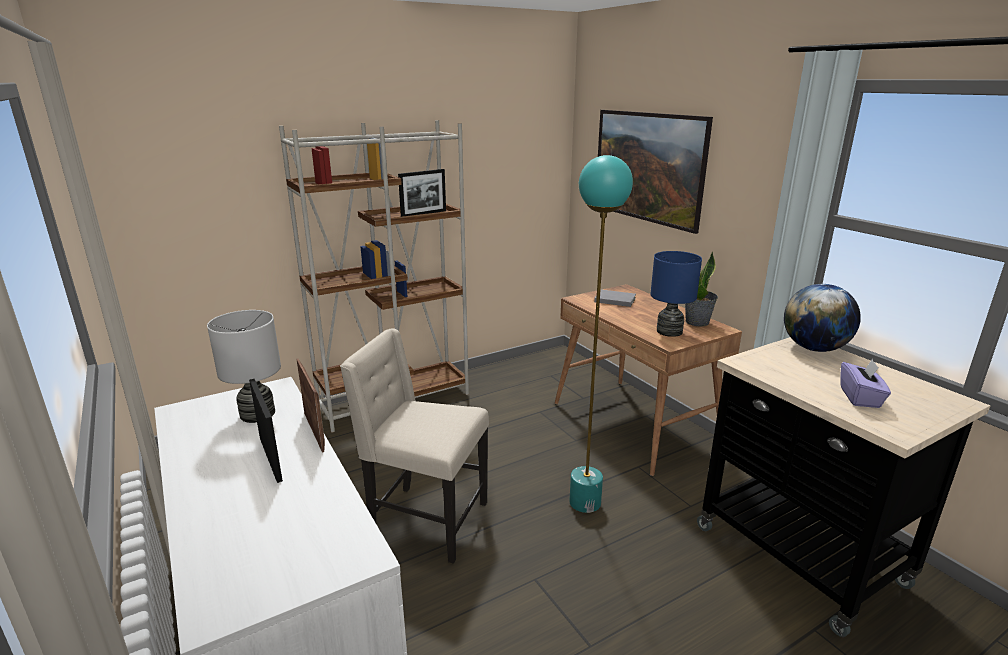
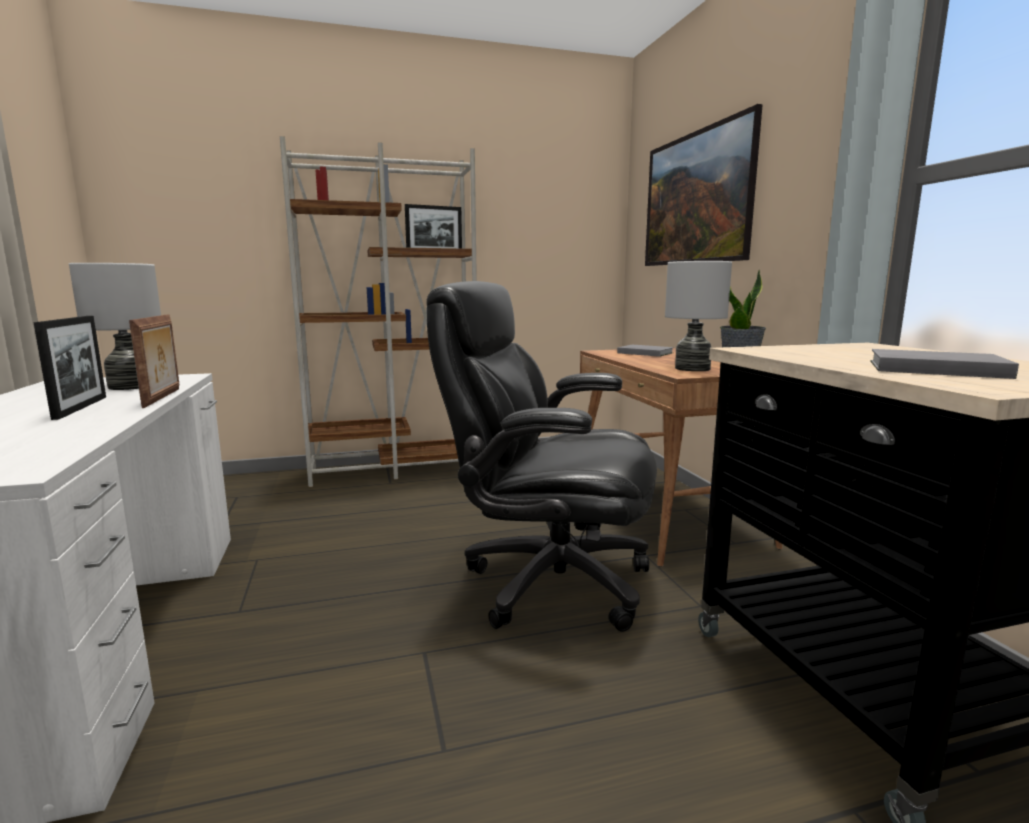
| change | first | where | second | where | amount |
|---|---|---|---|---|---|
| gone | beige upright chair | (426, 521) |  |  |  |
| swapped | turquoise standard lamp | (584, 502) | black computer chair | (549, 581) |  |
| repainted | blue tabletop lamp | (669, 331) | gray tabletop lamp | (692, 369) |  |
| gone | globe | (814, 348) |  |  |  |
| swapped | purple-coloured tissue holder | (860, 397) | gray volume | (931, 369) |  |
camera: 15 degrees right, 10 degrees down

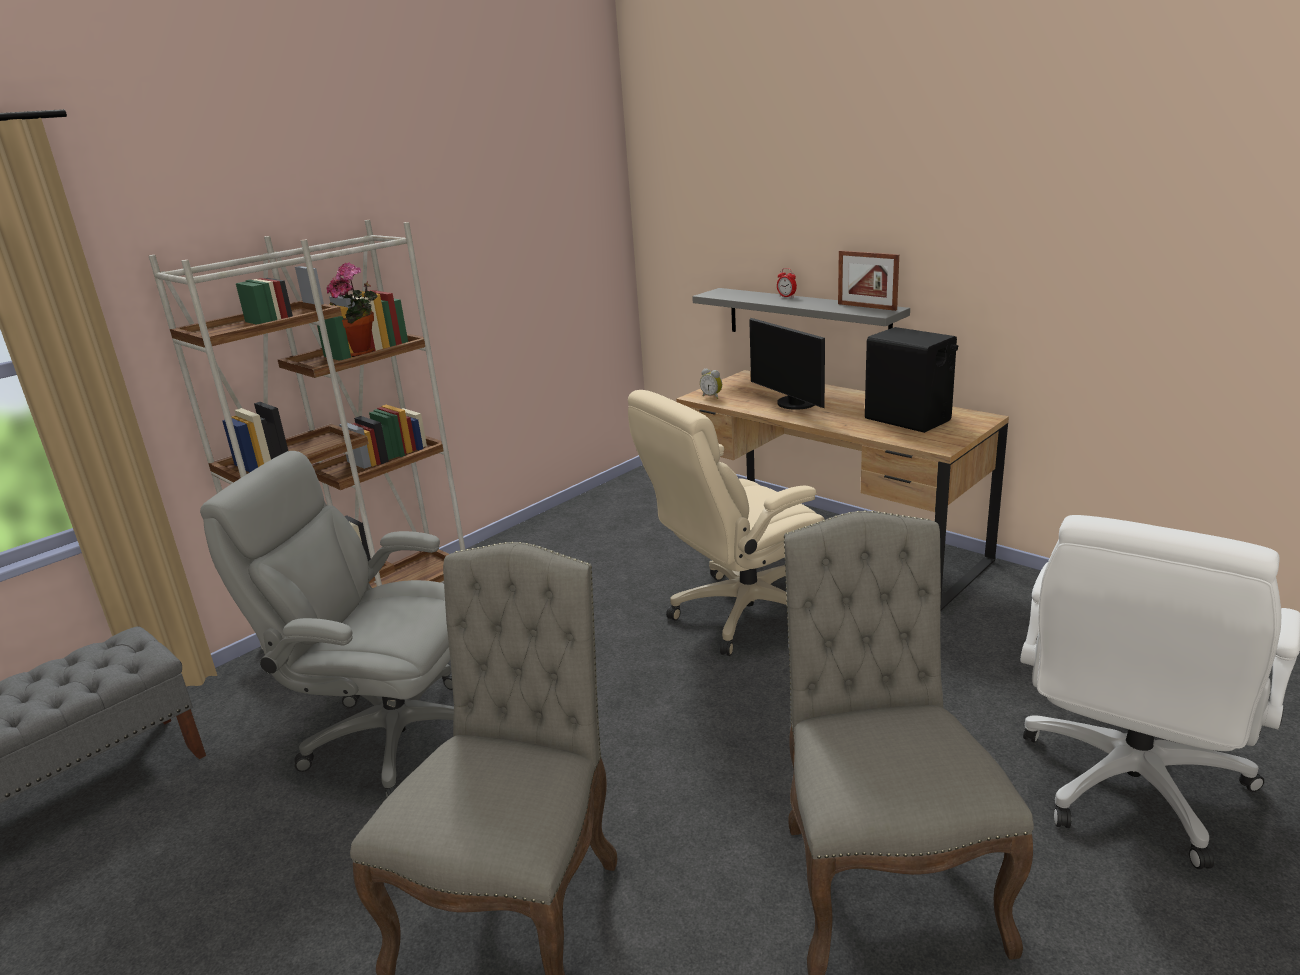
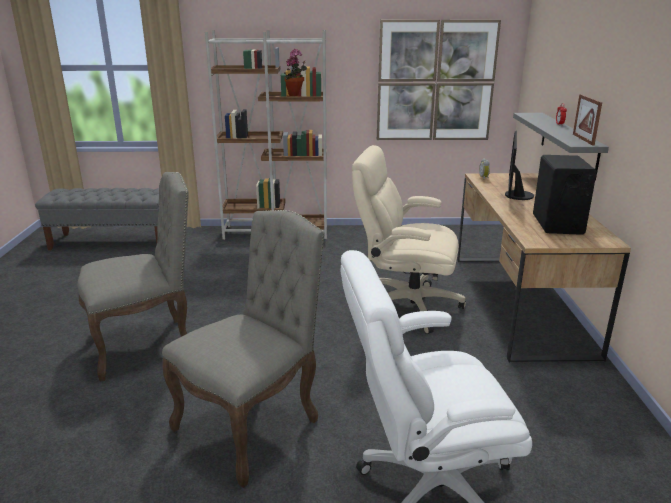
| change | first | where | second | where | amount |
|---|---|---|---|---|---|
| gone | gray computer chair | (388, 735) |  |  |  |
| new |  |  | picture | (435, 81) |  |
camera: 45 degrees right, 0 degrees up

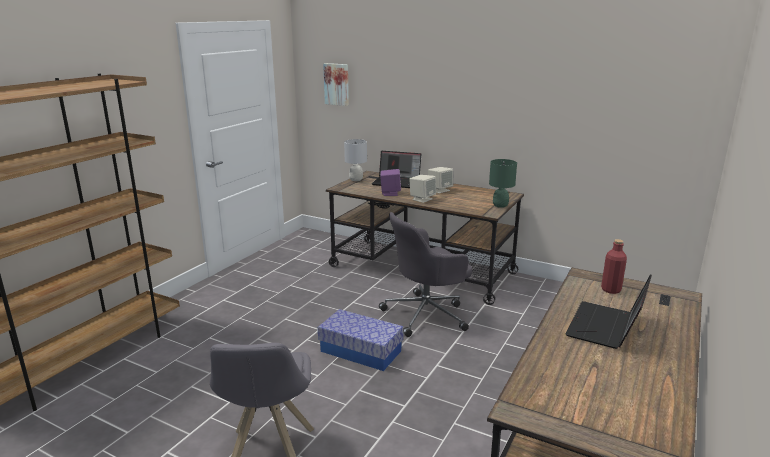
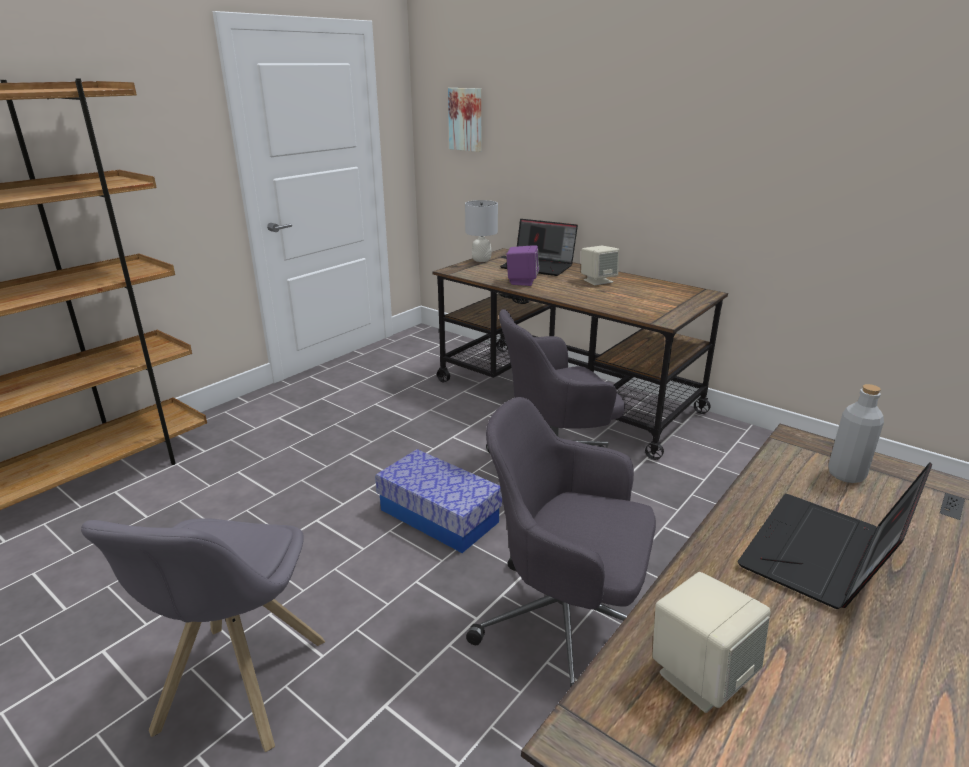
| change | first | where | second | where | amount |
|---|---|---|---|---|---|
| shifted | beige loudspeaker | (422, 199) |  | (700, 675) |  |
| gone | green tabletop lamp | (500, 206) |  |  |  |
| repainted | reddish bottle | (611, 290) | gray bottle | (846, 474) |  |
| new |  |  | gray computer chair | (565, 623) |  |
camera: 10 degrees right, 5 degrees up

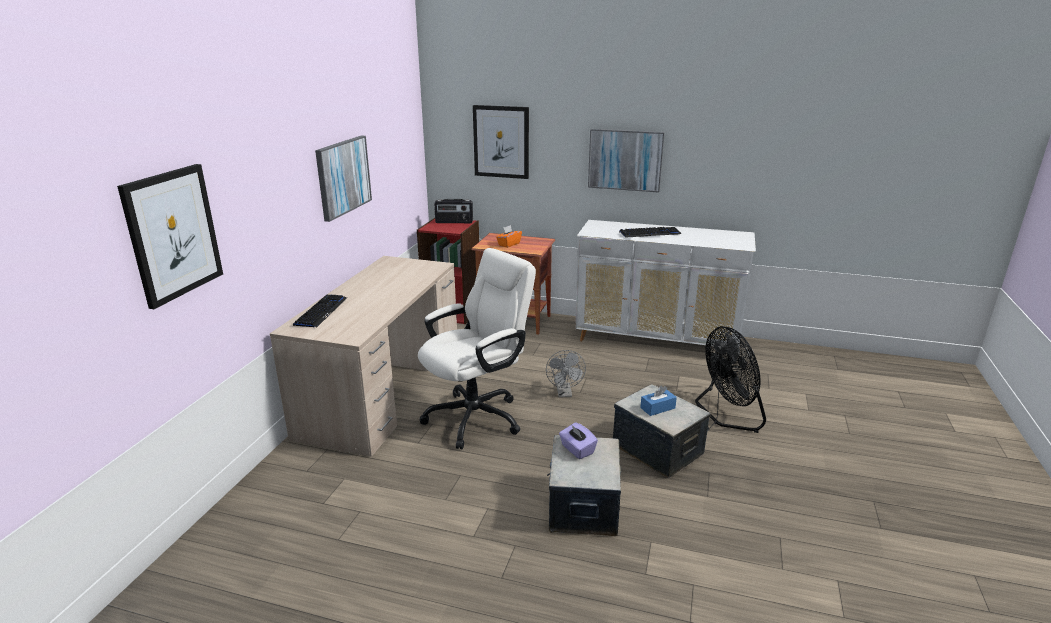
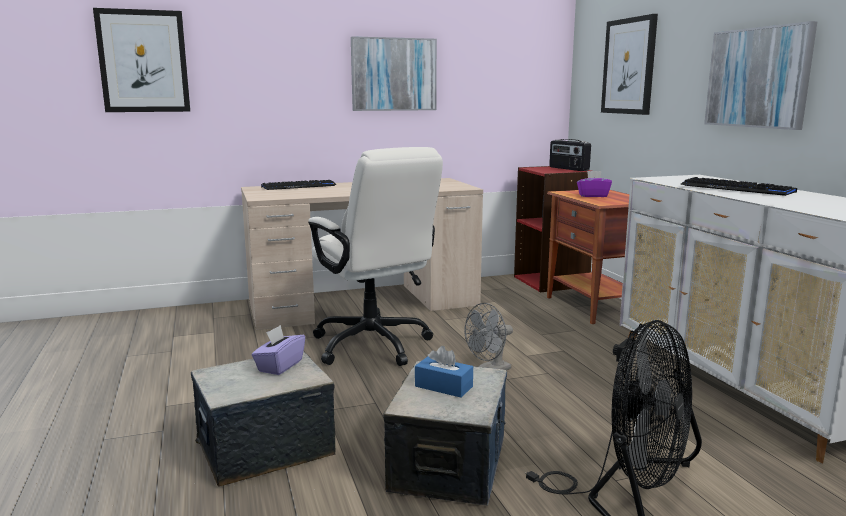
| change | first | where | second | where | amount |
|---|---|---|---|---|---|
| rotated | whitish computer chair | (477, 417) |  | (375, 347) | 45 degrees clockwise |
| repainted | orangey tissue holder | (509, 244) | purple-coloured tissue holder | (593, 195) |  |
camera: 55 degrees right, 10 degrees down

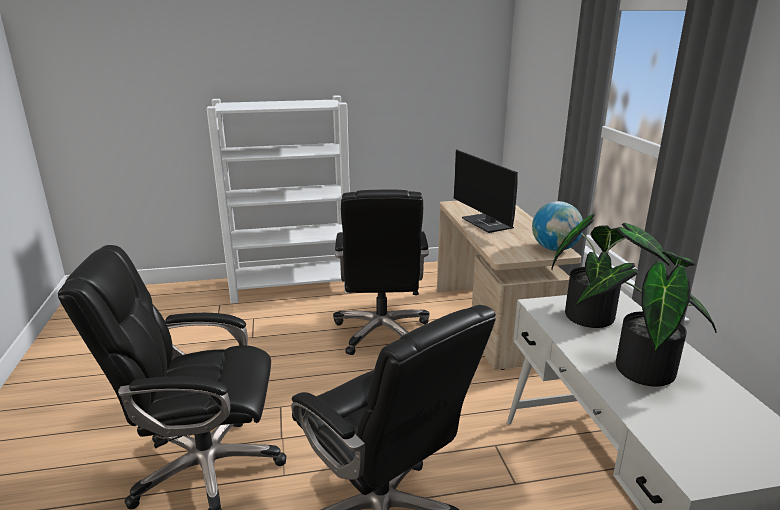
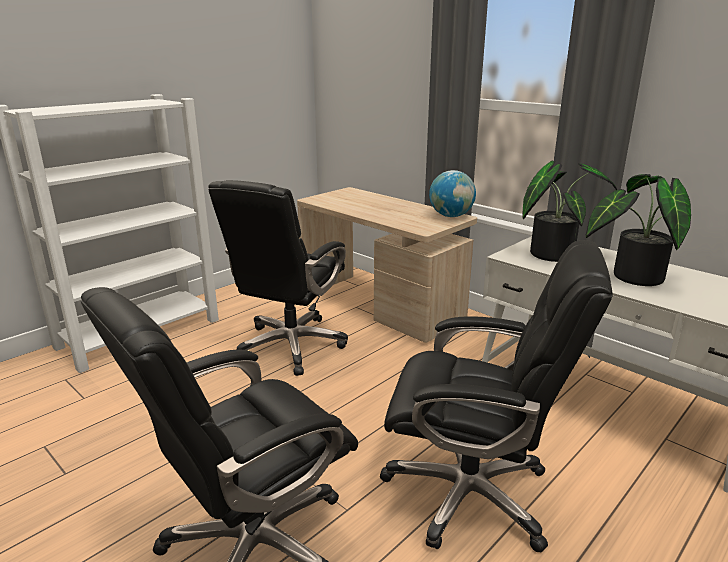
| change | first | where | second | where | amount |
|---|---|---|---|---|---|
| rotated | black computer chair | (381, 331) |  | (290, 345) | 60 degrees clockwise |
| gone | computer screen | (487, 224) |  |  |  |
camera: 35 degrees left, 0 degrees up

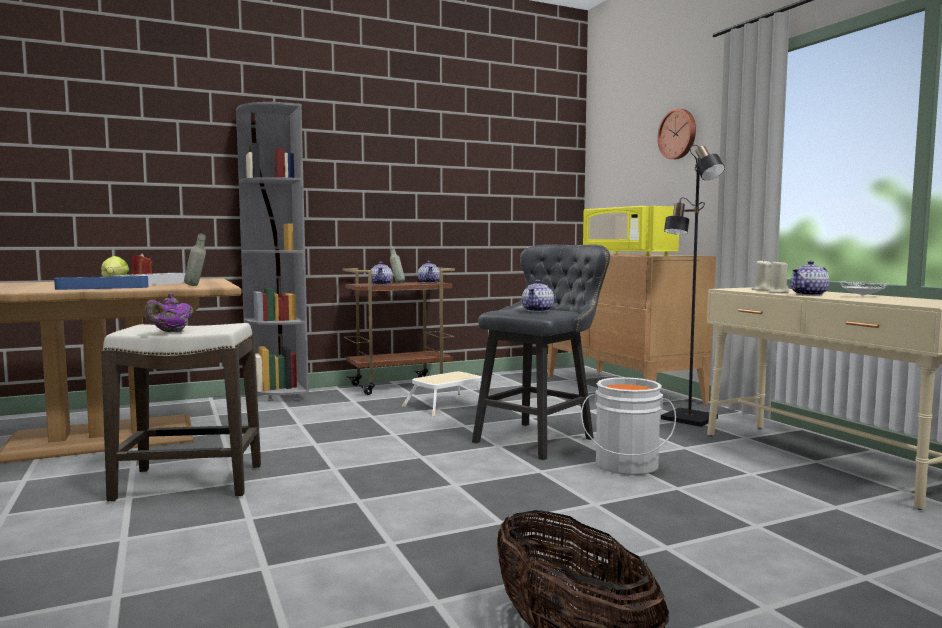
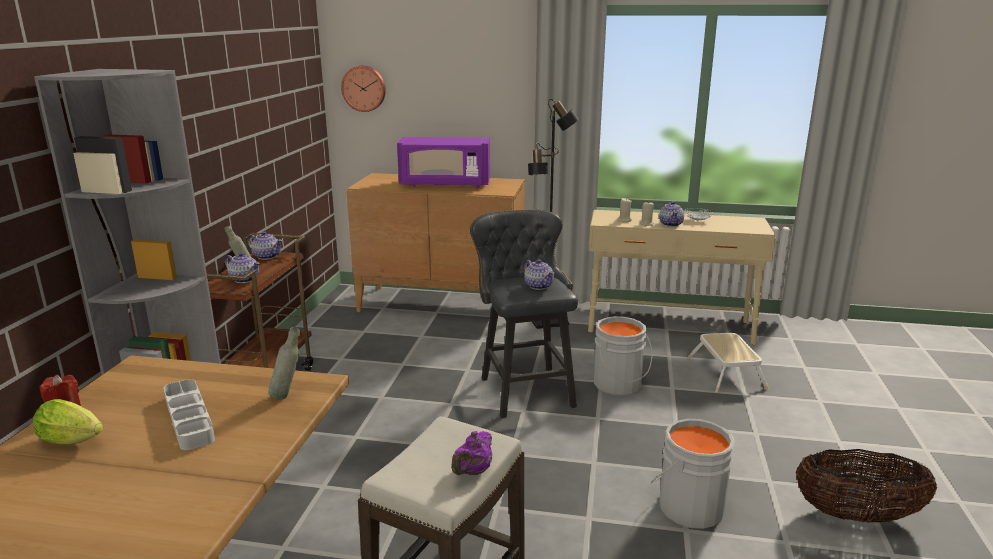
| change | first | where | second | where | amount |
|---|---|---|---|---|---|
| gone | blue carrying tray | (103, 288) |  |  |  |
| rotated | purple-coloured teapot | (171, 332) |  | (473, 471) | 60 degrees clockwise |
| shifted | beige step ladder | (447, 405) |  | (726, 372) |  |
| repainted | yellow-coloured microwave | (627, 254) | purple-coloured microwave | (445, 184) |  |
| shifted | hanging clock | (678, 134) |  | (364, 88) |  |
| new |  |  | gray pail | (688, 506) |  |
camera: 55 degrees left, 15 degrees up

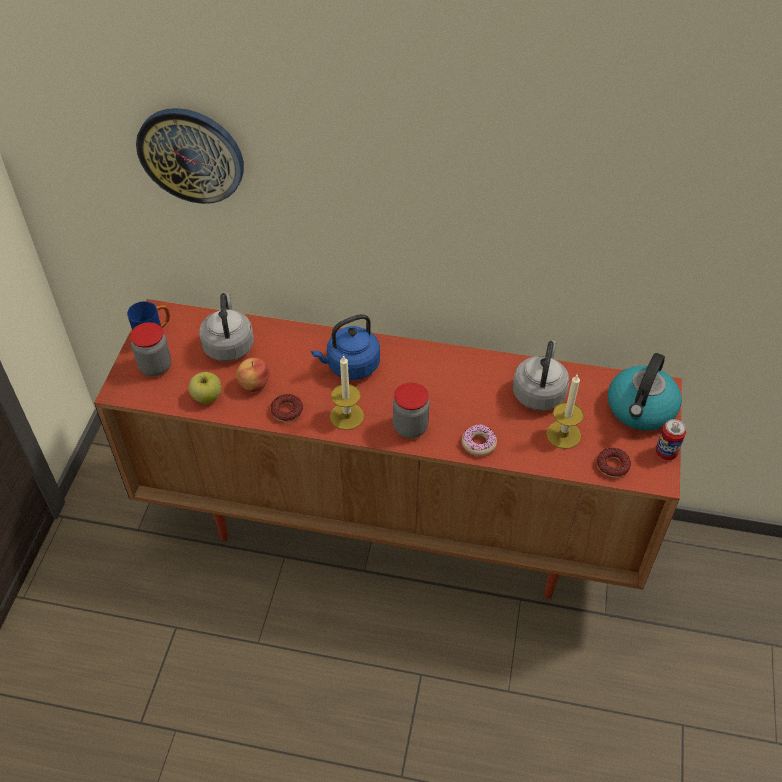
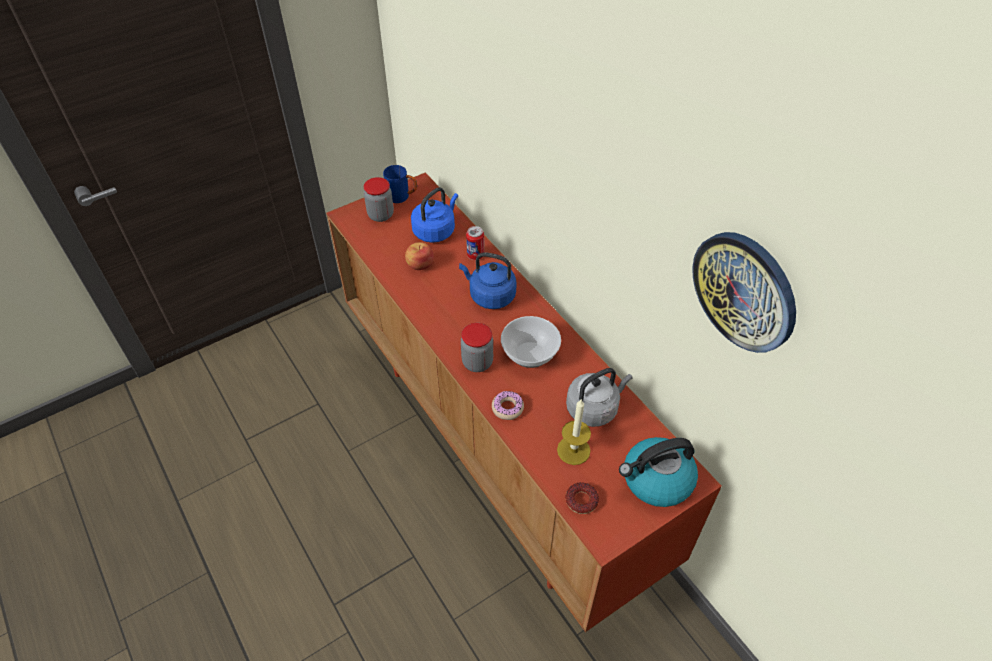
| change | first | where | second | where | amount |
|---|---|---|---|---|---|
| shifted | hanging clock | (191, 155) |  | (744, 291) |  |
| gone | apple | (207, 397) |  |  |  |
| repainted | gray tea kettle | (229, 345) | blue tea kettle | (435, 230) |  |
| gone | donut | (287, 411) |  |  |  |
| gone | wax candle | (346, 416) |  |  |  |
| shifted | metal can | (666, 452) |  | (475, 255) |  |
| new |  |  | bowl | (530, 353) |  |
camera: 45 degrees right, 0 degrees up

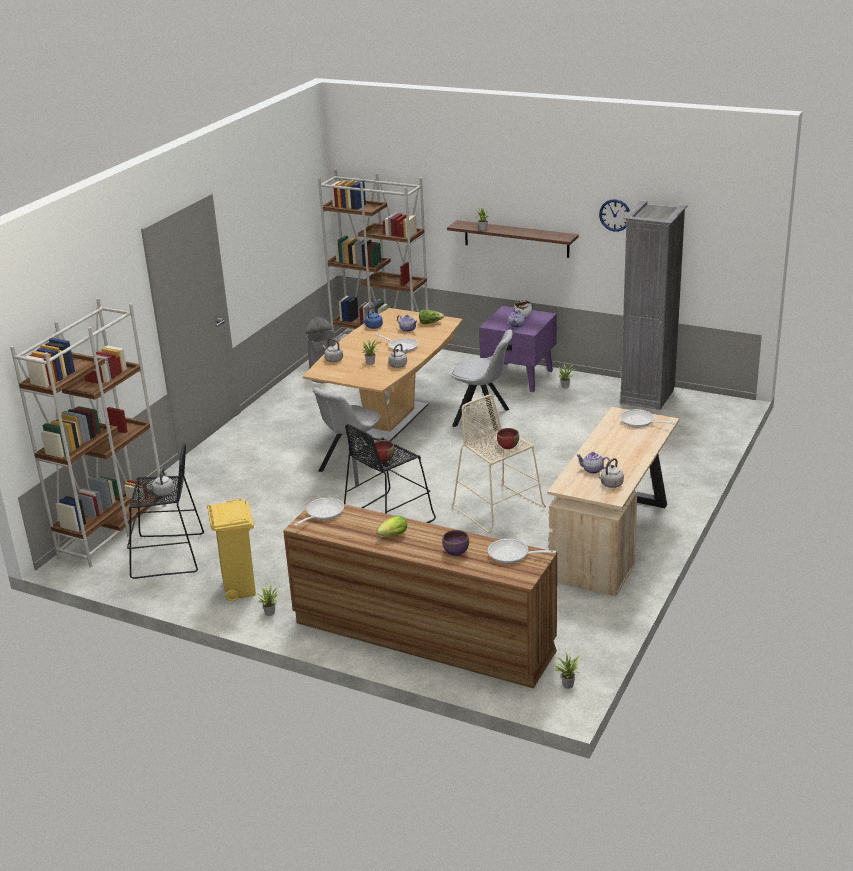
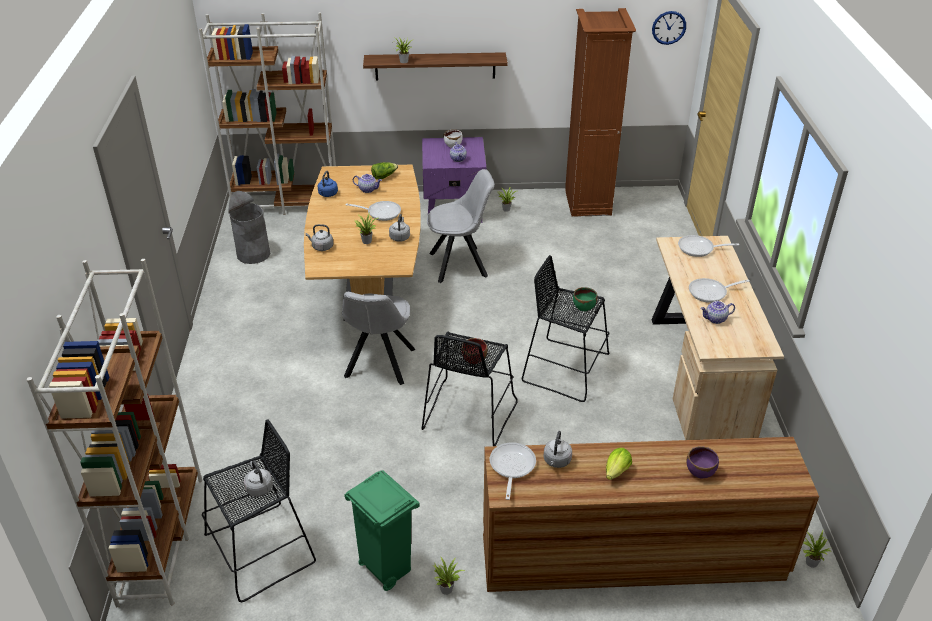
| change | first | where | second | where | amount |
|---|---|---|---|---|---|
| repainted | yellow-coloured trash can | (240, 589) | green trash can | (385, 569) |  |
| repainted | beige stool seat | (499, 508) | black stool seat | (567, 369) |  |
| shifted | frying pan | (512, 554) |  | (711, 292) |  |
| repainted | reddish bowl | (508, 446) | green bowl | (584, 307) |  |
| shifted | hanging clock | (615, 215) |  | (669, 27) |  |
| shifted | gray tea kettle | (610, 485) |  | (556, 461) |  |
| repainted | gray cupboard | (648, 396) | brownish cupboard | (588, 203) |  |
camera: 30 degrees left, 10 degrees up

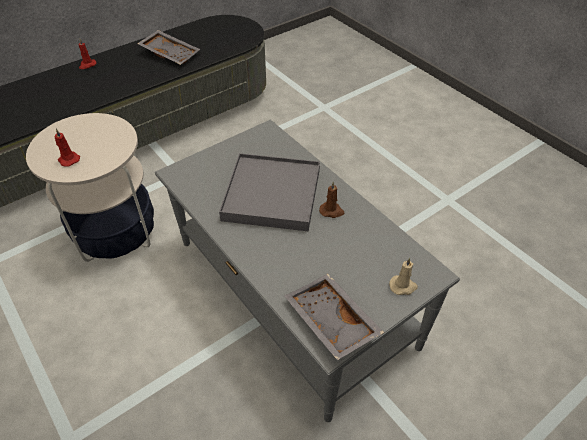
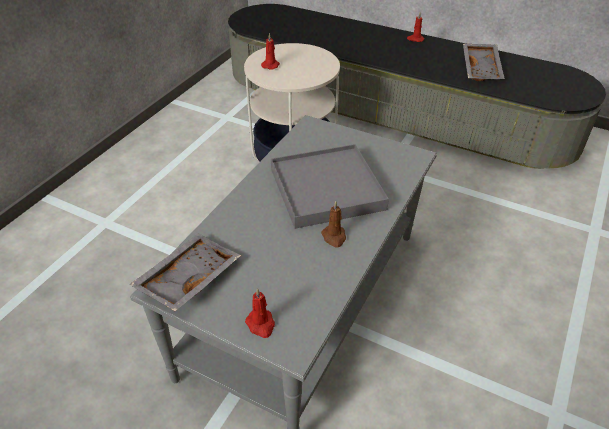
| change | first | where | second | where | amount |
|---|---|---|---|---|---|
| repainted | beige wax candle | (403, 286) | reddish wax candle | (261, 324) |  |
camera: 65 degrees right, 5 degrees down

